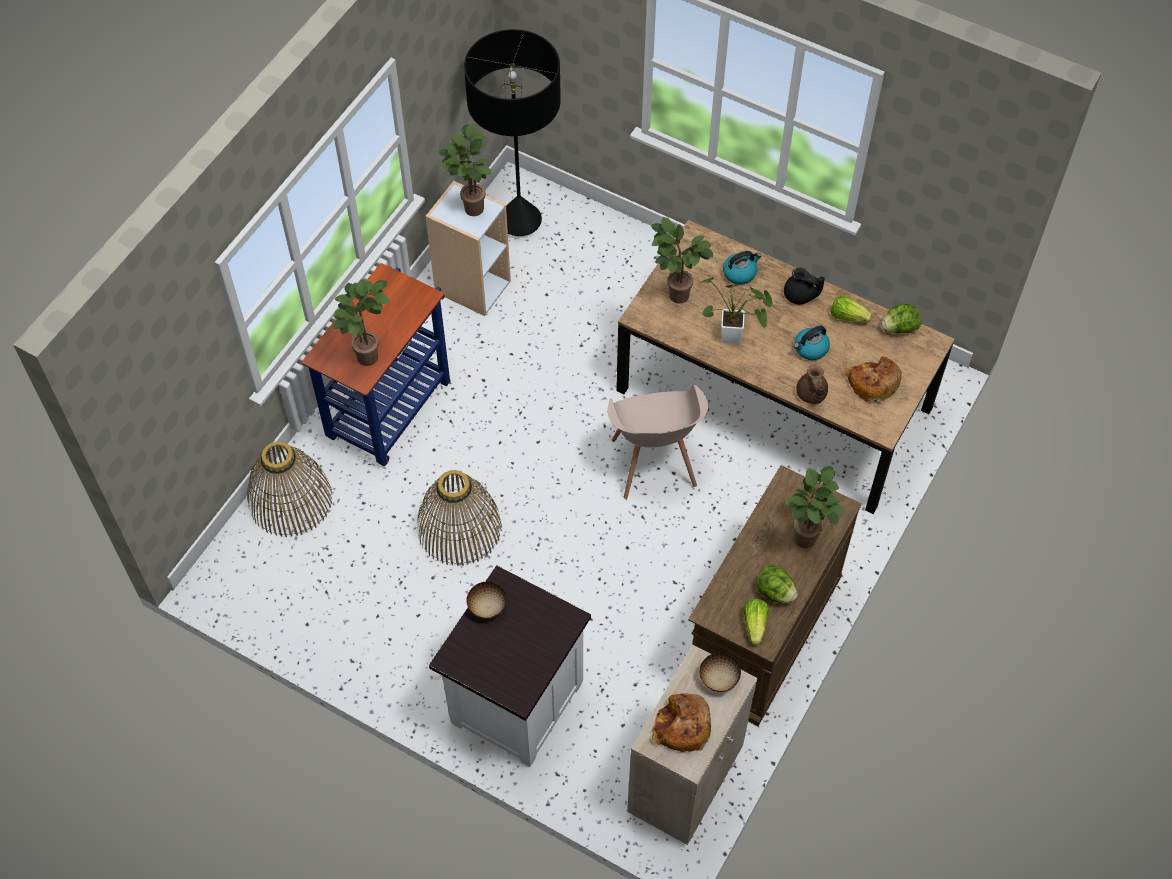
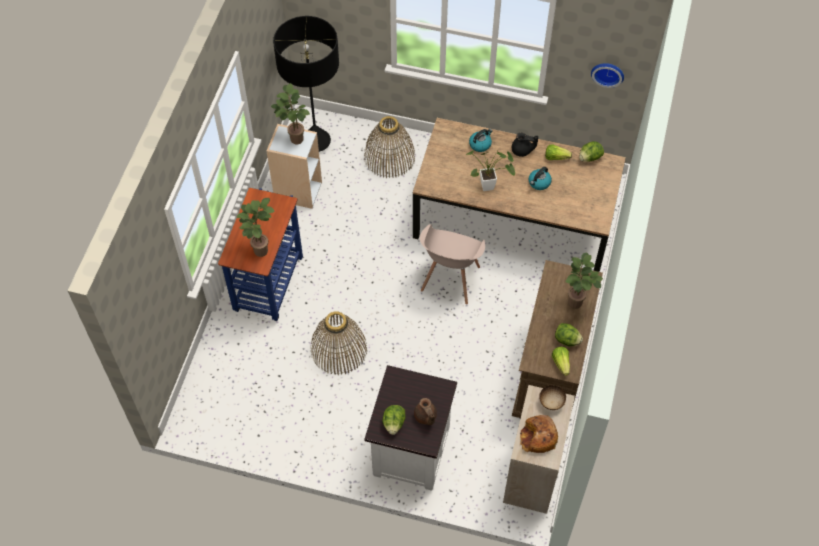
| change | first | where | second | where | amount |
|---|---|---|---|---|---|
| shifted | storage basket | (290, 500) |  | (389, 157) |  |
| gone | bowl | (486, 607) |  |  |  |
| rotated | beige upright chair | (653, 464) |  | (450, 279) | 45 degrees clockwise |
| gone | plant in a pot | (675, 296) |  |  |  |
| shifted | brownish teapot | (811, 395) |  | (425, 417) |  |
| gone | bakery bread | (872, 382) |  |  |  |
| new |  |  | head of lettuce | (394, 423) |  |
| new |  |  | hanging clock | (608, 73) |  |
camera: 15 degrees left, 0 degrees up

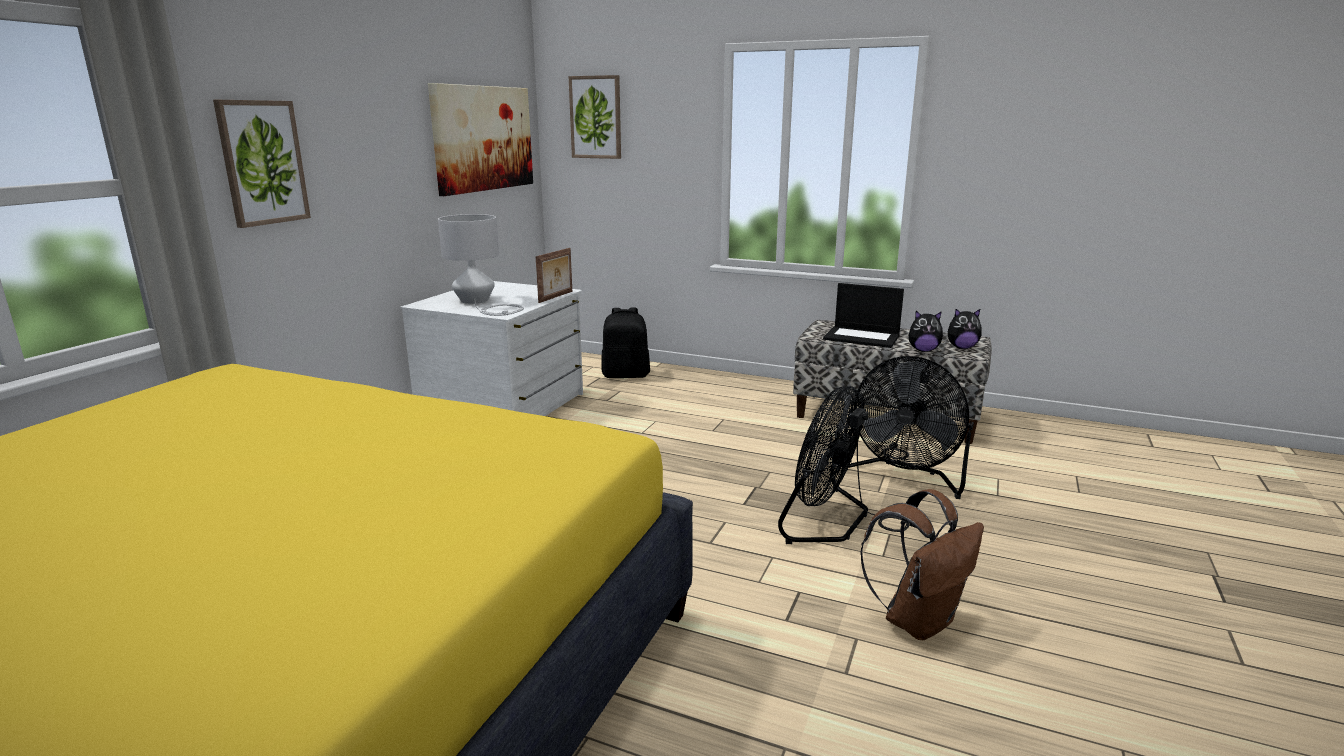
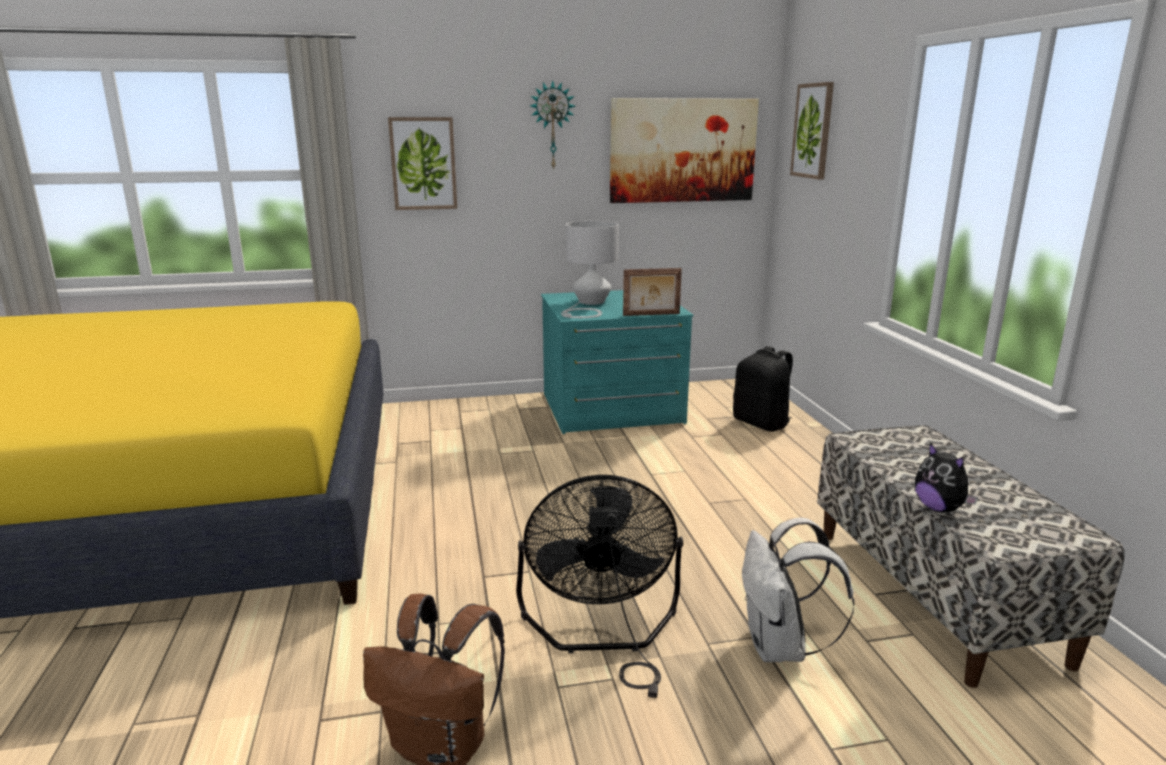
| change | first | where | second | where | amount |
|---|---|---|---|---|---|
| repainted | whitish dresser | (505, 407) | turquoise dresser | (612, 409) |  |
| gone | laptop | (862, 337) |  |  |  |
| swapped | black cooling fan | (901, 473) | whitish rucksack | (780, 648) |  |
| gone | soft toy | (961, 347) |  |  |  |
| new |  |  | hanging clock | (552, 125) |  |
camera: 55 degrees right, 0 degrees up

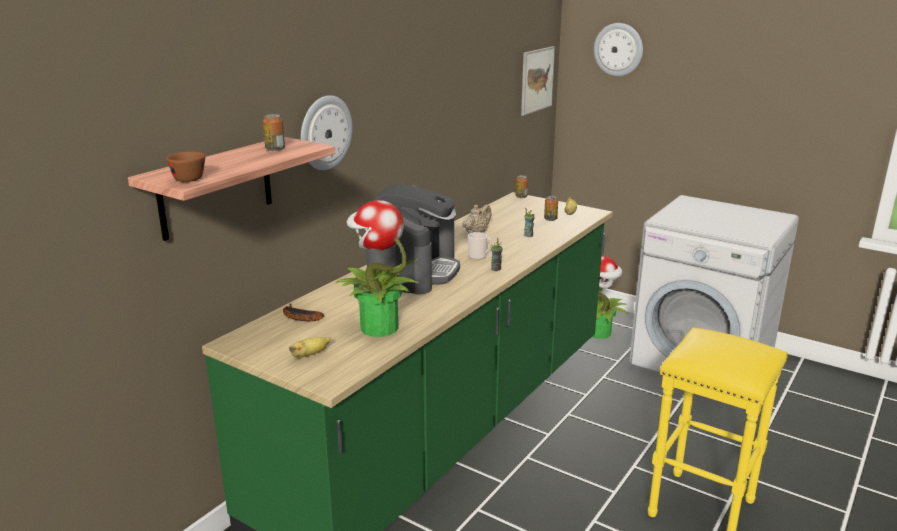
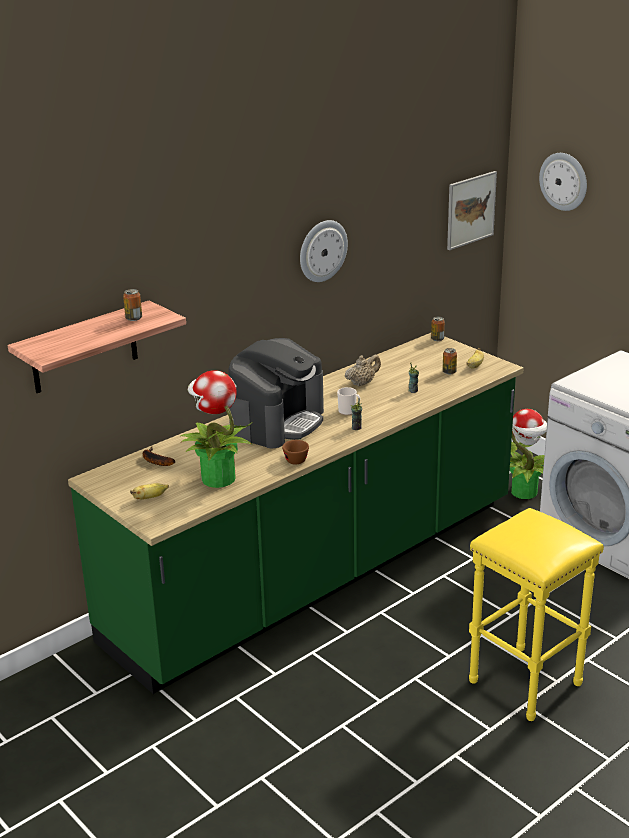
| change | first | where | second | where | amount |
|---|---|---|---|---|---|
| shifted | brownish cup | (187, 178) |  | (295, 459) |  |
| shifted | hanging clock | (325, 132) |  | (322, 250) |  |
camera: 15 degrees right, 5 degrees up

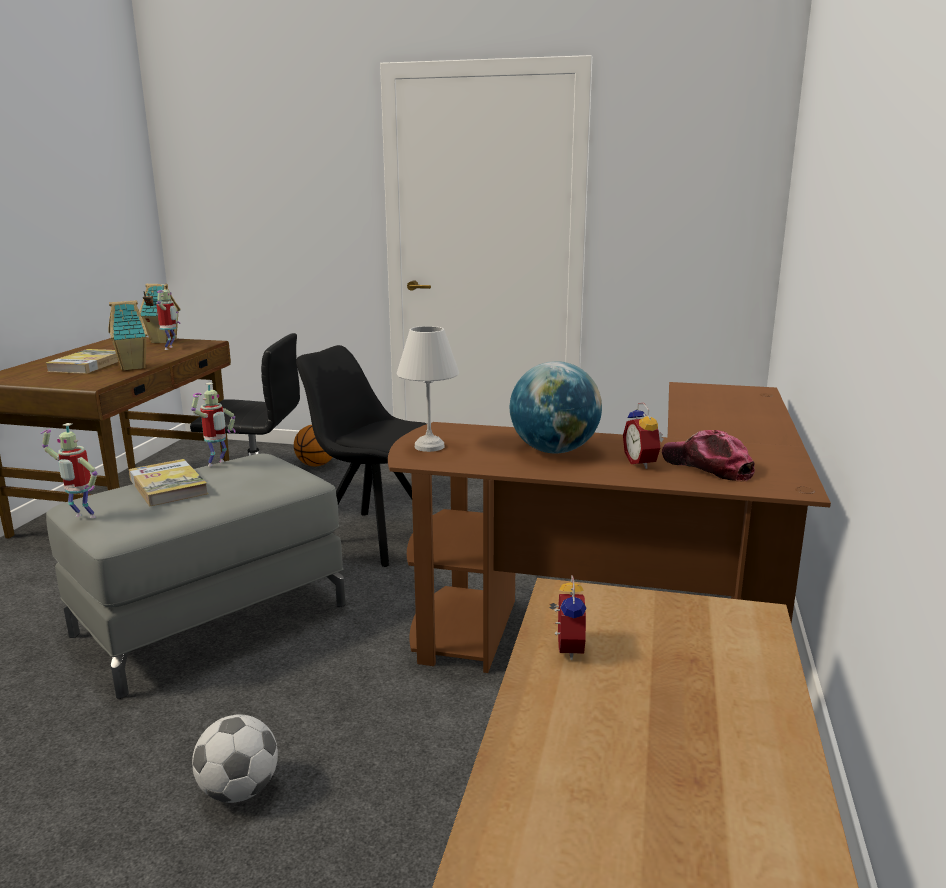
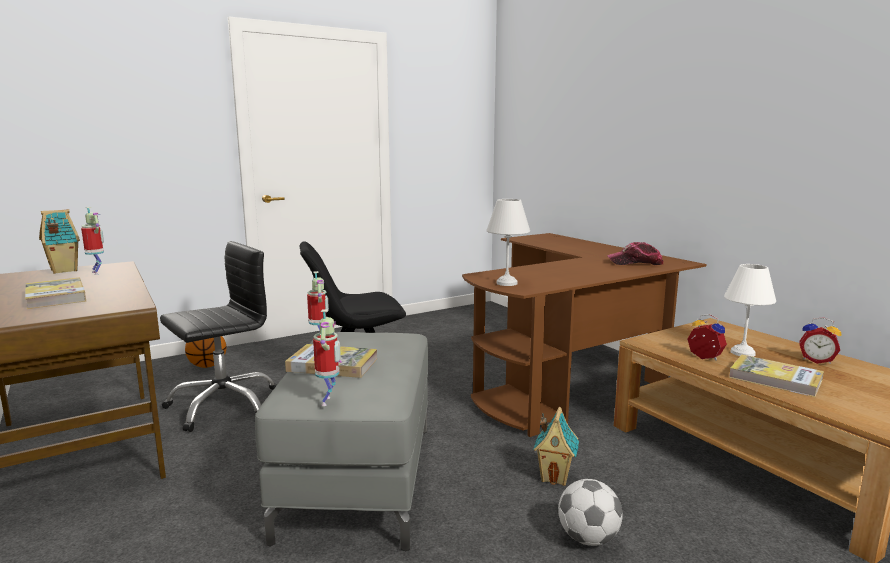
| change | first | where | second | where | amount |
|---|---|---|---|---|---|
| rotated | robot figure | (82, 517) |  | (329, 401) | 60 degrees counterclockwise |
| shifted | model house | (133, 367) |  | (555, 477) |  |
| gone | globe | (554, 451) |  |  |  |
| shifted | bedside clock | (643, 463) |  | (816, 360) |  |
| new |  |  | whitish tabletop lamp | (742, 352) |  |
| new |  |  | volume | (775, 379) |  |
camera: 45 degrees left, 5 degrees down

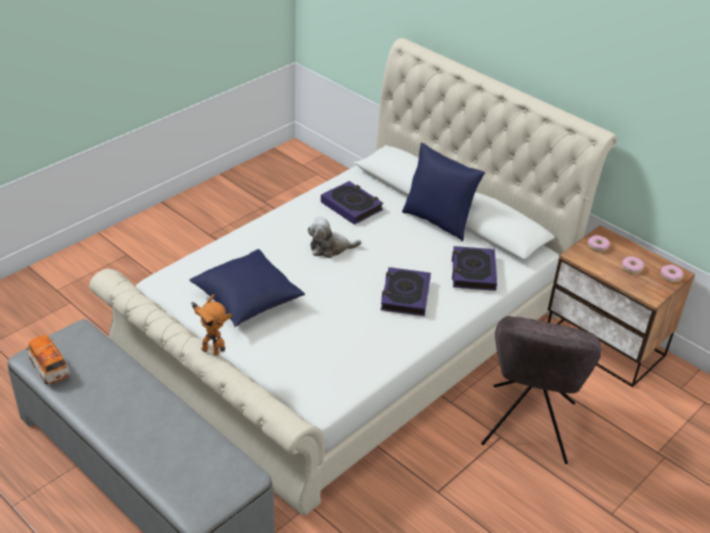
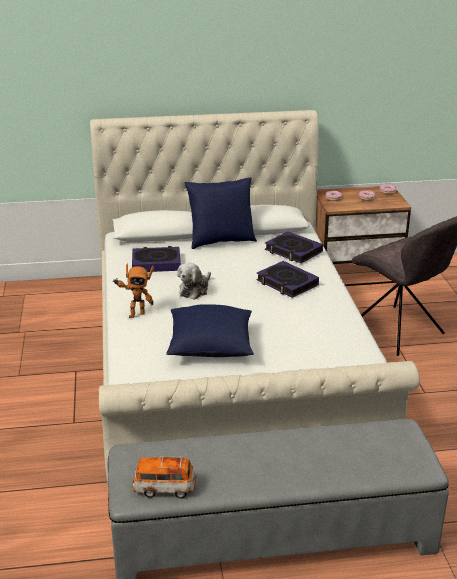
| change | first | where | second | where | amount |
|---|---|---|---|---|---|
| shifted | robot figure | (211, 350) |  | (135, 314) |  |
camera: 50 degrees left, 10 degrees down

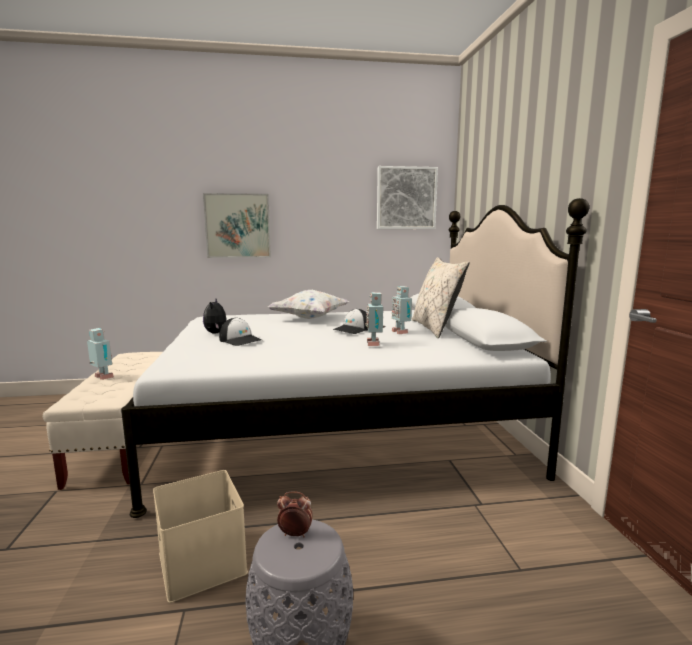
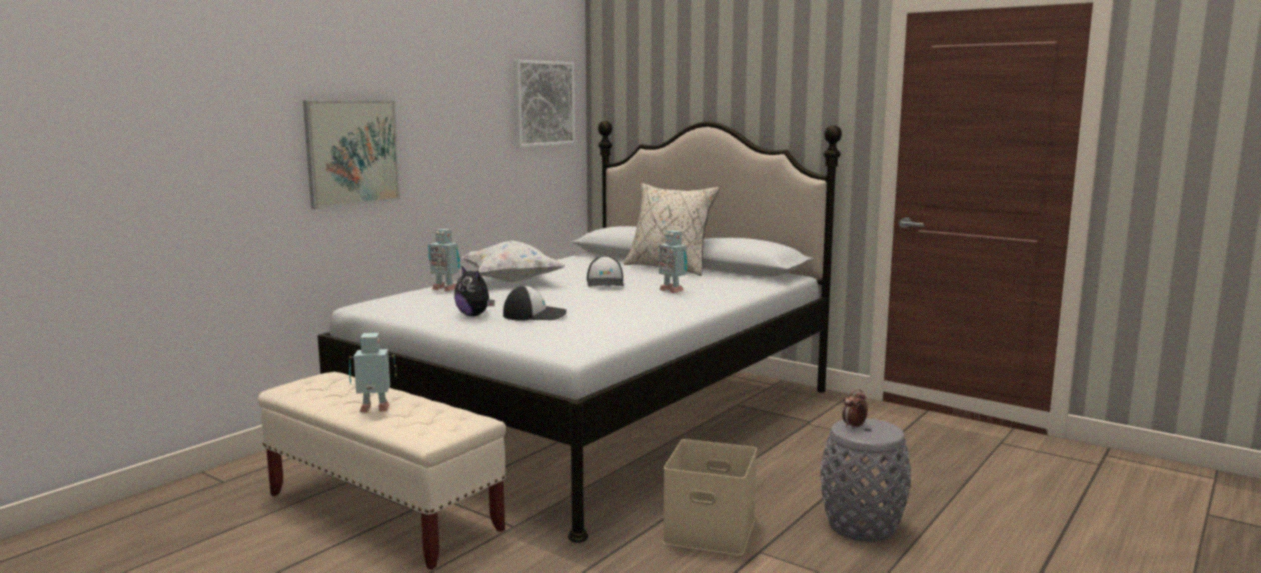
| change | first | where | second | where | amount |
|---|---|---|---|---|---|
| shifted | robot figure | (401, 332) |  | (445, 289) |  |
camera: 45 degrees left, 0 degrees up

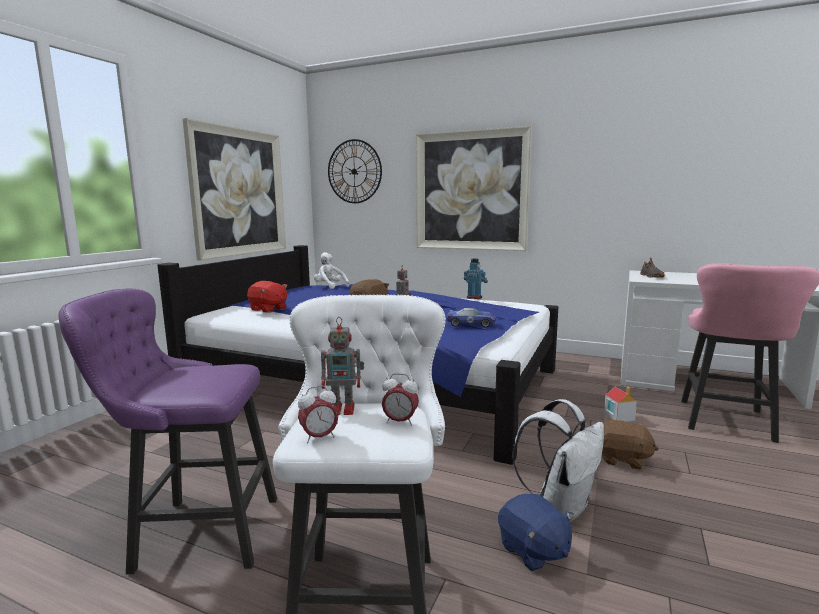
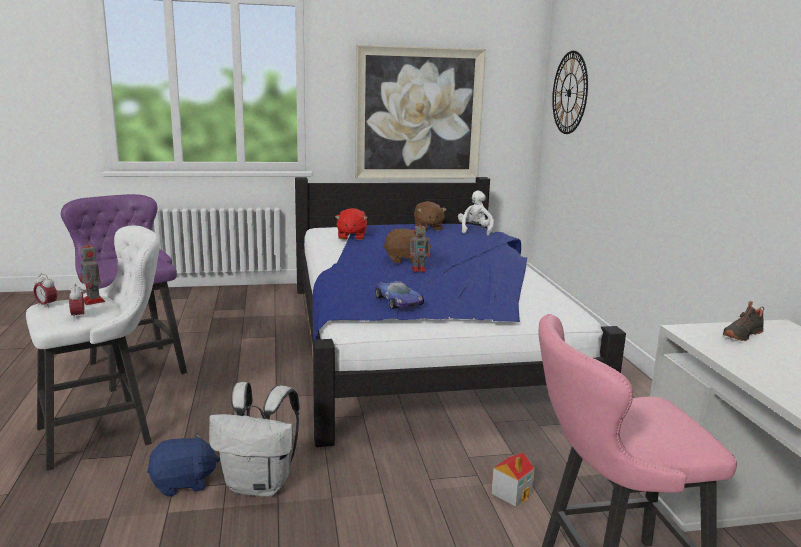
| change | first | where | second | where | amount |
|---|---|---|---|---|---|
| gone | picture | (471, 191) |  |  |  |
| gone | robot figure | (474, 297) |  |  |  |
| rotated | blue soft toy | (533, 551) |  | (183, 483) | 135 degrees counterclockwise |
| shifted | brownish soft toy | (622, 459) |  | (428, 228) |  |
camera: 55 degrees right, 5 degrees up

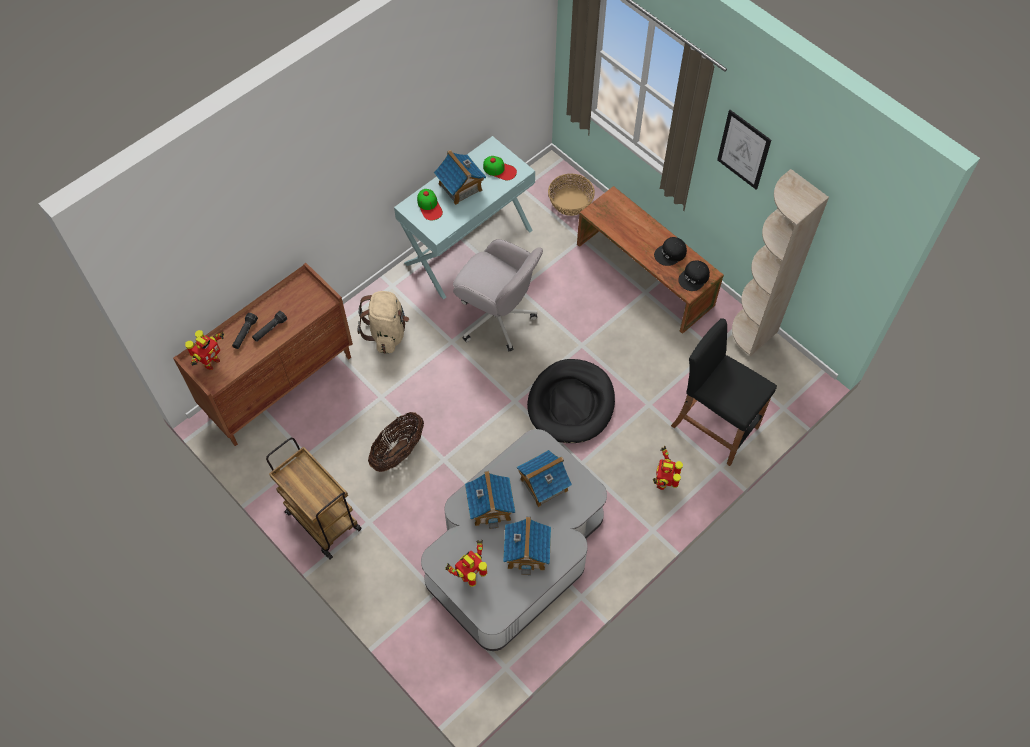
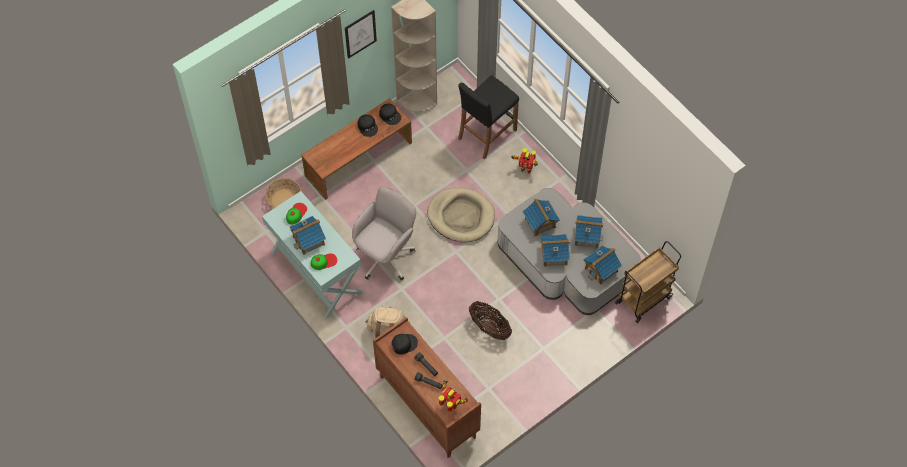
| change | first | where | second | where | amount |
|---|---|---|---|---|---|
| shifted | brownish wheeled cart | (322, 520) |  | (643, 300) |  |
| swapped | robot figure | (470, 575) | model house | (601, 269) |  |
| repainted | black dog cushion | (571, 403) | beige dog cushion | (461, 216) |  |
| new |  |  | black cap | (404, 343) |  |
camera: 85 degrees left, 0 degrees up

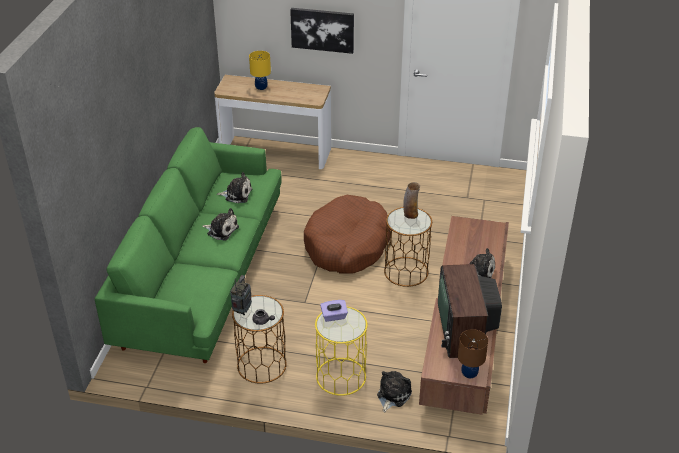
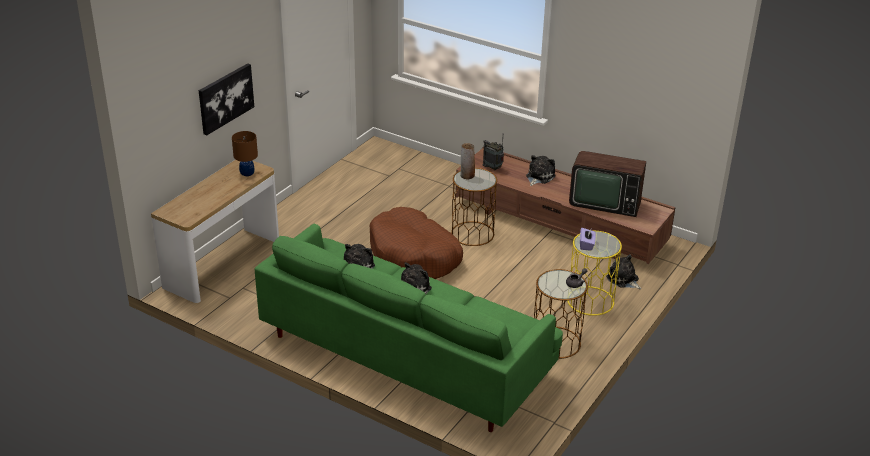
| change | first | where | second | where | amount |
|---|---|---|---|---|---|
| shifted | radio set | (242, 310) |  | (493, 168) |  |
| gone | yellow-coloured tabletop lamp | (261, 88) |  |  |  |
| shifted | brownish tabletop lamp | (468, 374) |  | (247, 174) |  |
camera: 70 degrees left, 5 degrees down

